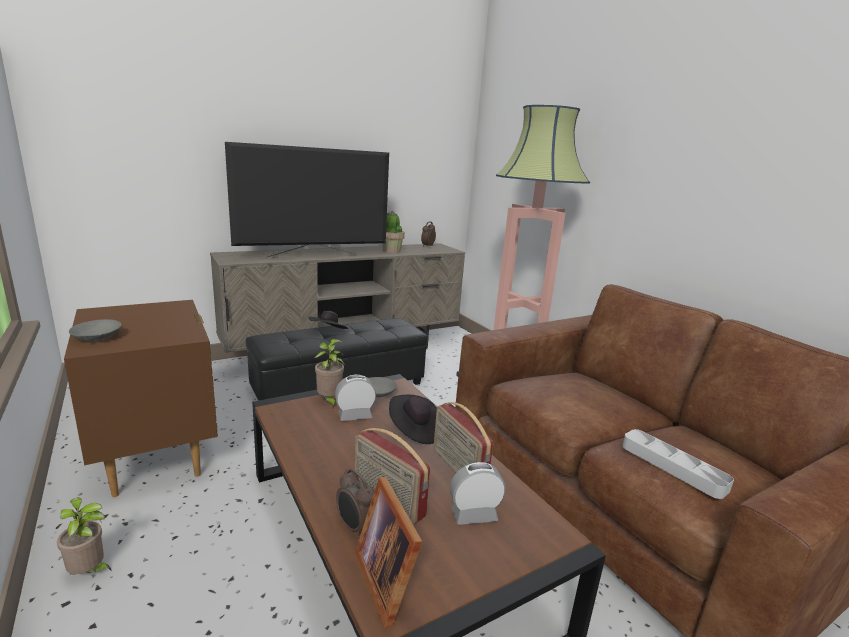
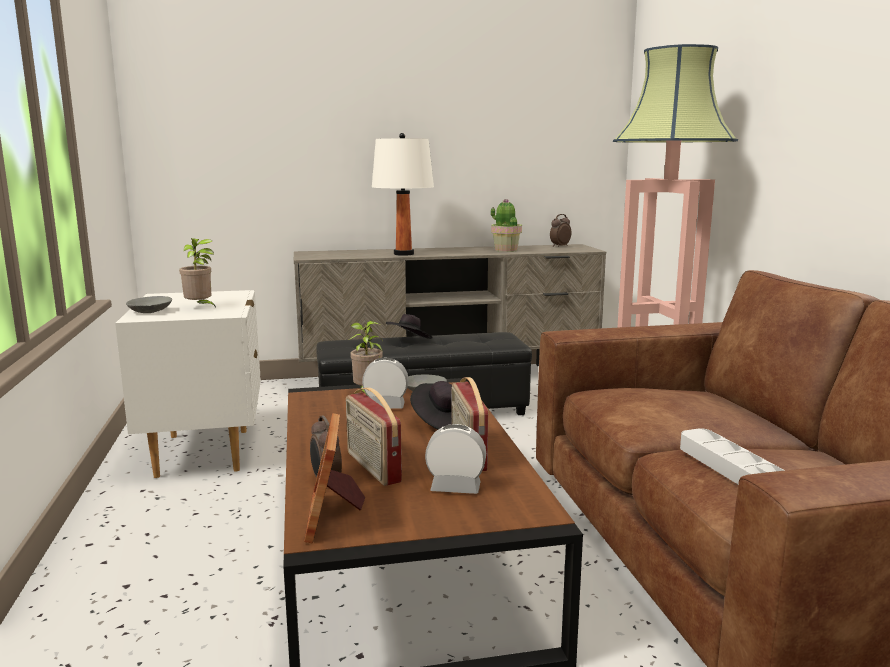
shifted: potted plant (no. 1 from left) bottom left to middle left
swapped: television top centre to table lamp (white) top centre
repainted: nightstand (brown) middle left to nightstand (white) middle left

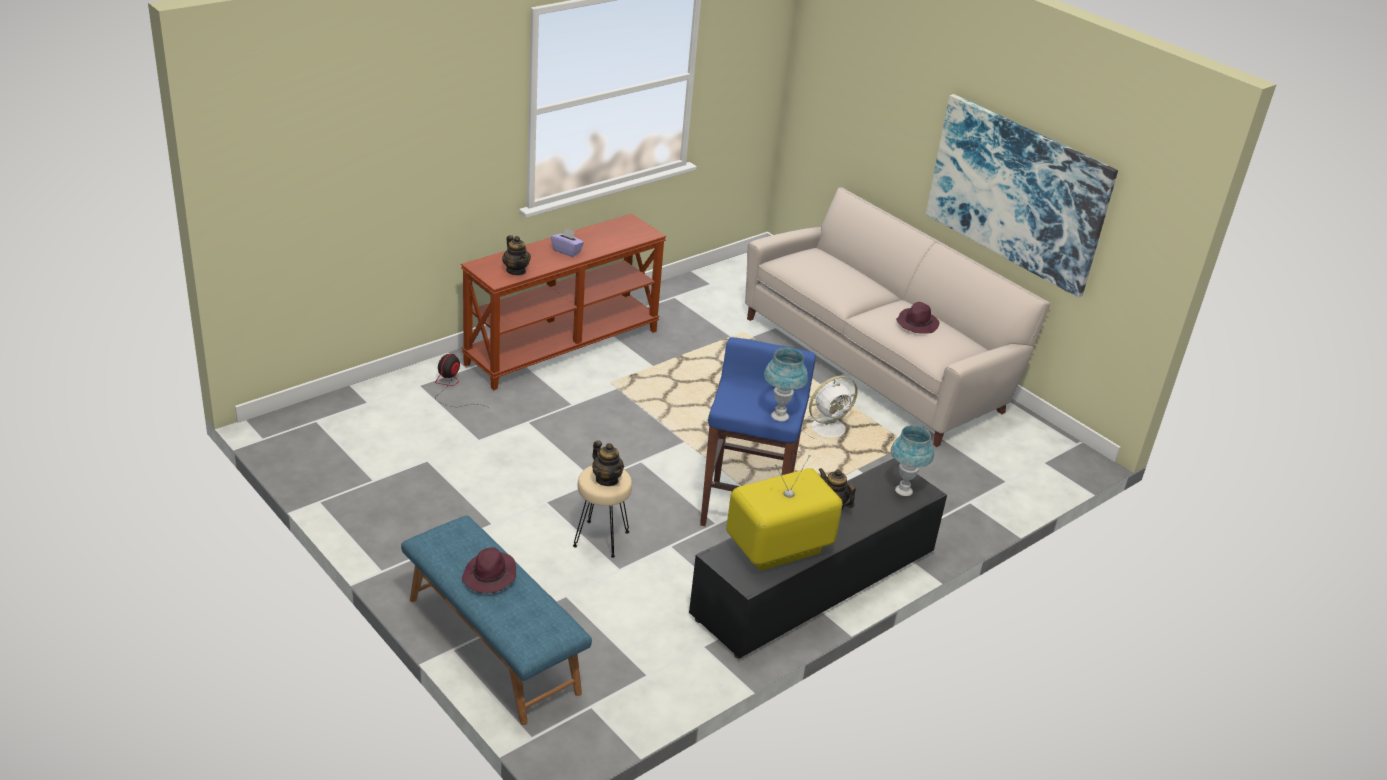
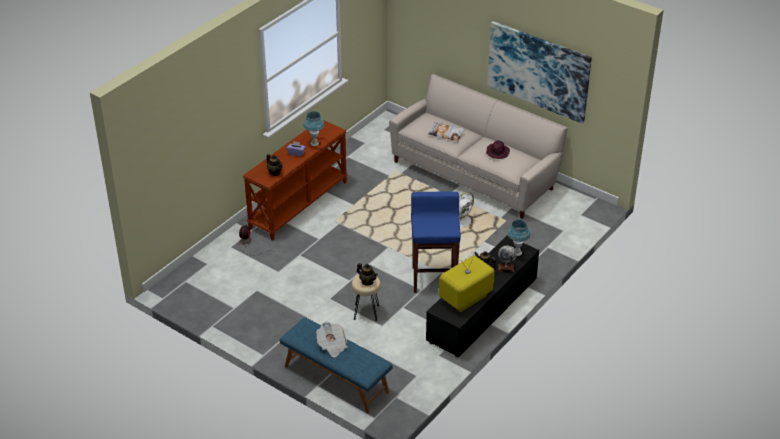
new: pillow top centre; globe centre
shifted: table lamp (blue) (no. 1 from left) centre to top centre
swapped: hat (purple) (no. 1 from left) bottom centre to newspaper bottom centre

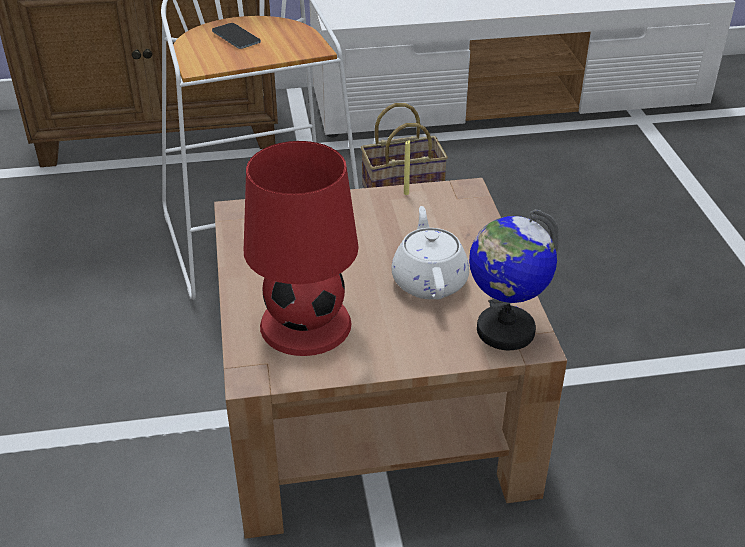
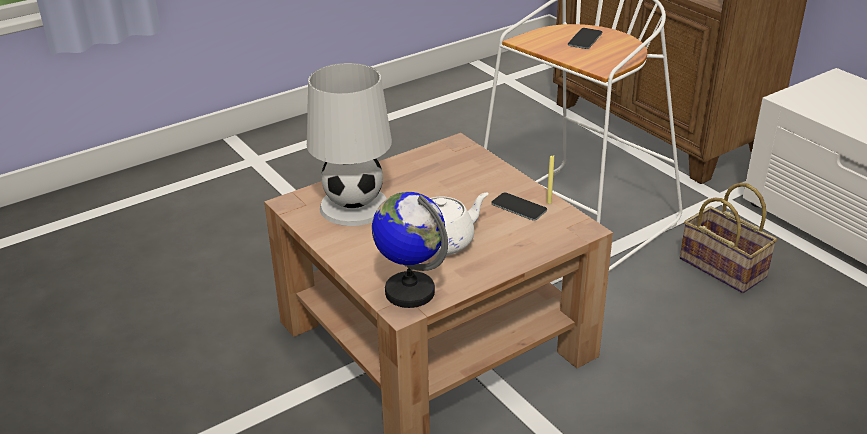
new: phone (no. 1 from left) centre
repainted: table lamp (red) centre to table lamp (white) top centre

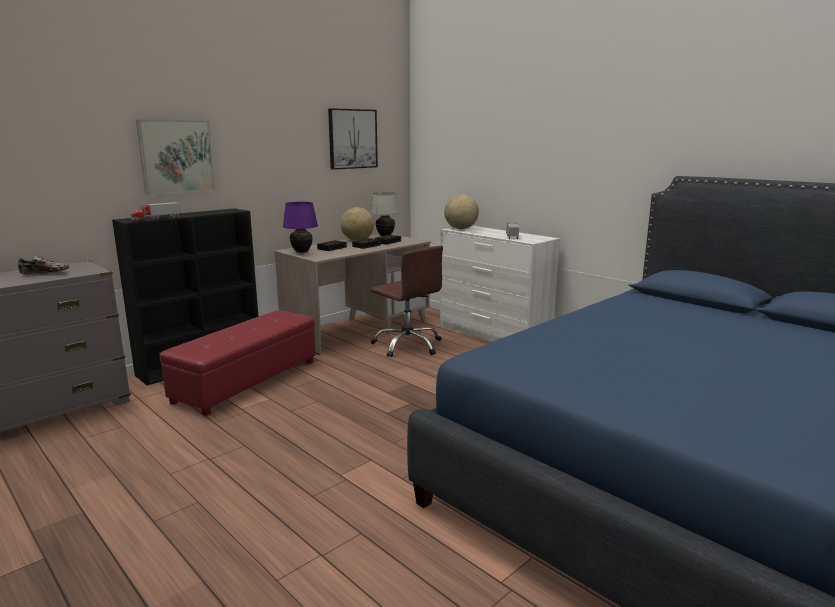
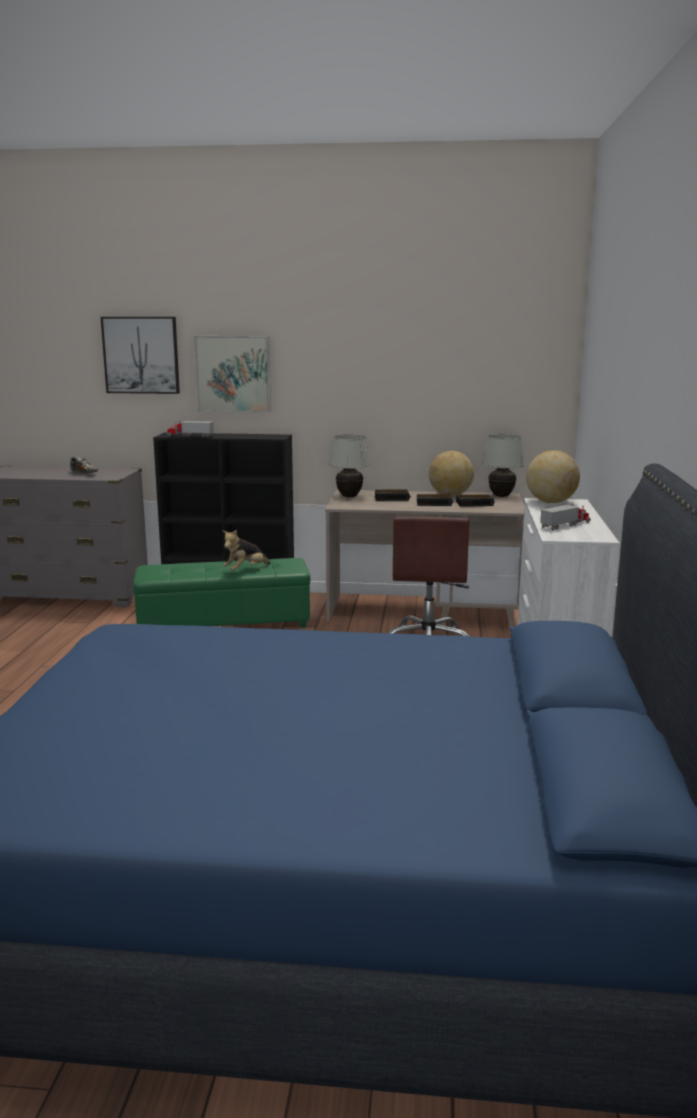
new: plush toy centre
shifted: picture (no. 2 from left in the first image) top centre to picture (no. 1 from left) top left
repainted: ottoman (red) middle left to ottoman (green) middle left; table lamp (purple) centre to table lamp (white) (no. 1 from left) centre

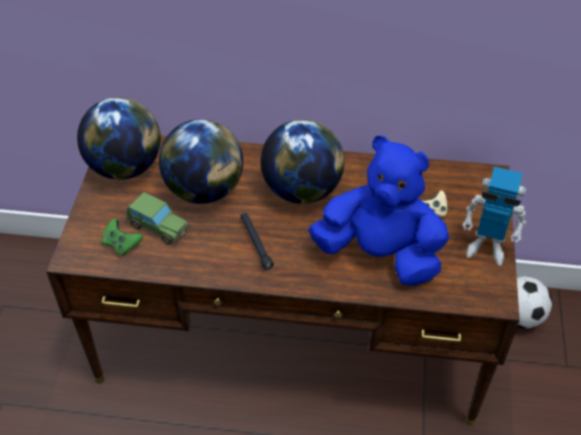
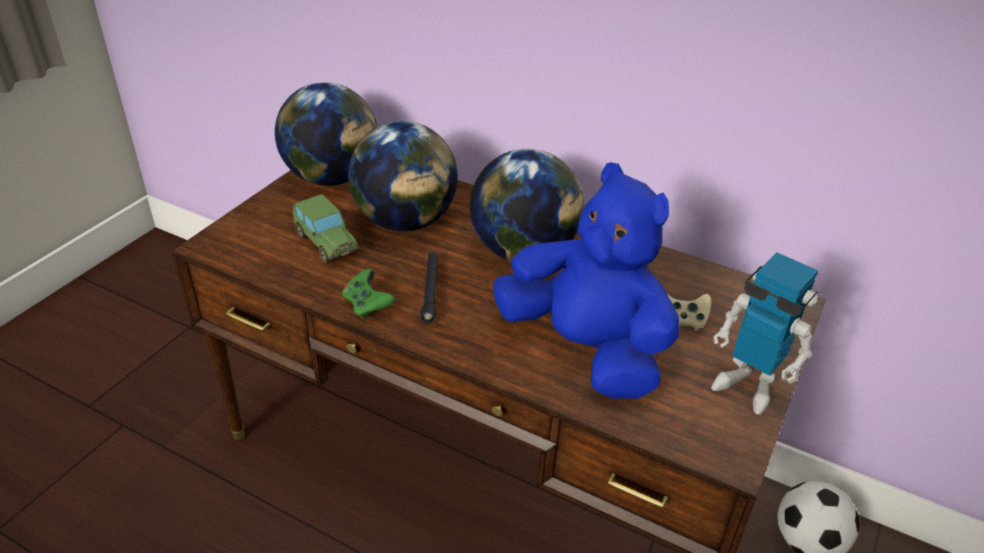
shifted: game controller (green) middle left to centre

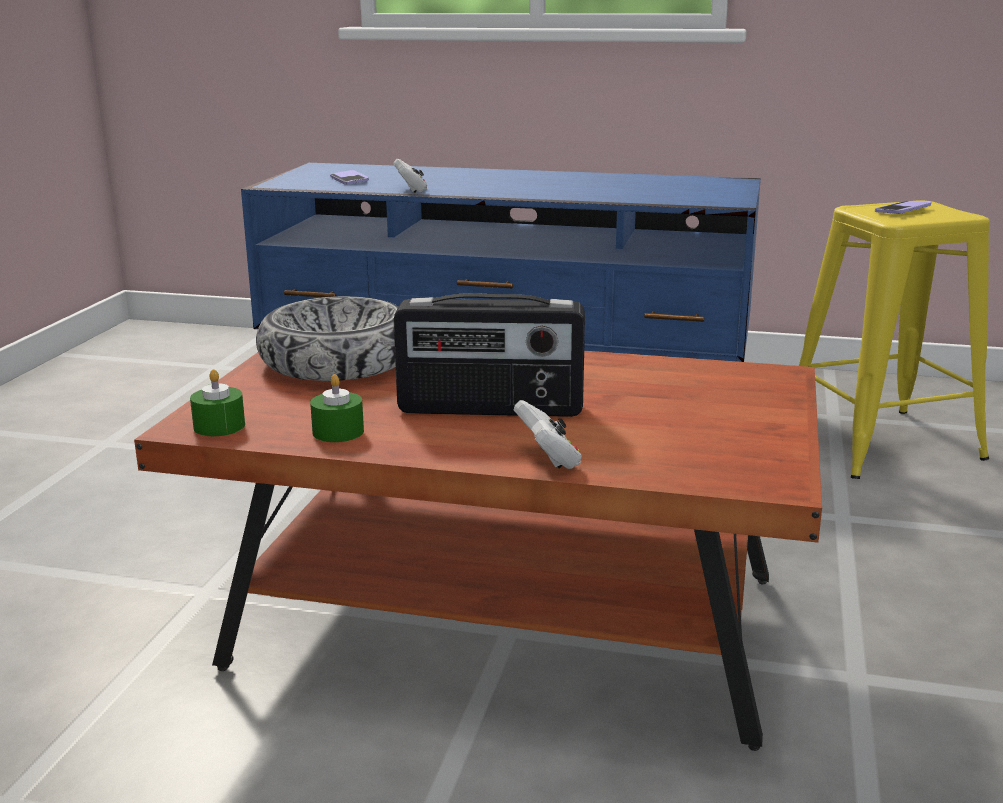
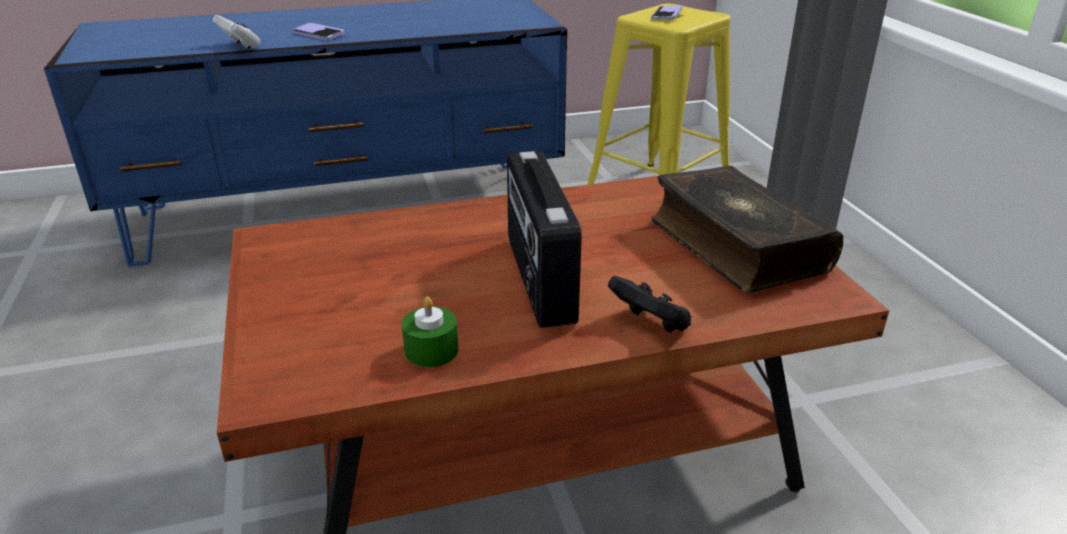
gone: candle (green) (no. 1 from left) middle left; bowl middle left
new: book middle right
shifted: phone (no. 1 from left) top centre to top left
repainted: game controller (white) (no. 2 from left) centre to game controller (black) centre
rotated: radio centre = centre 105 degrees clockwise

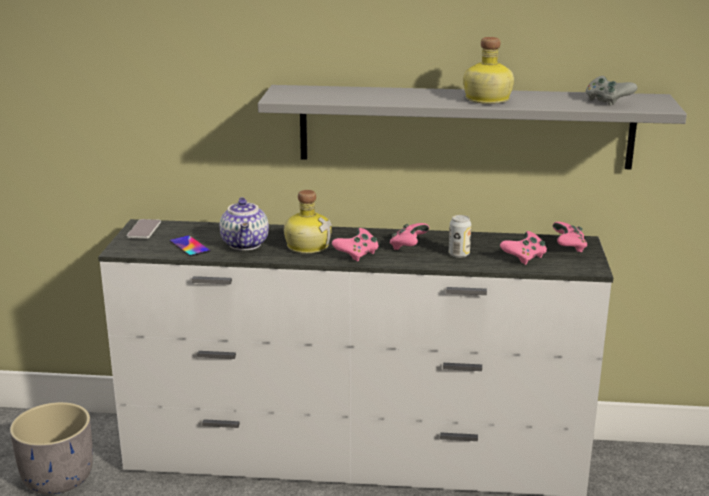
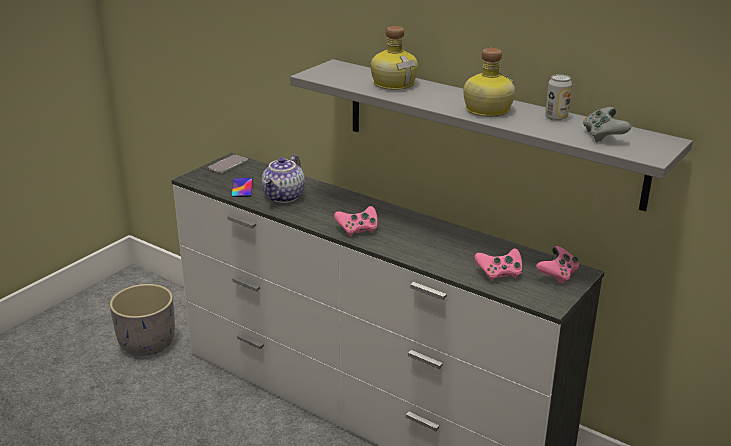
gone: game controller (pink) (no. 2 from left) centre
shifted: bottle (no. 1 from left) centre to top centre; can centre to top right

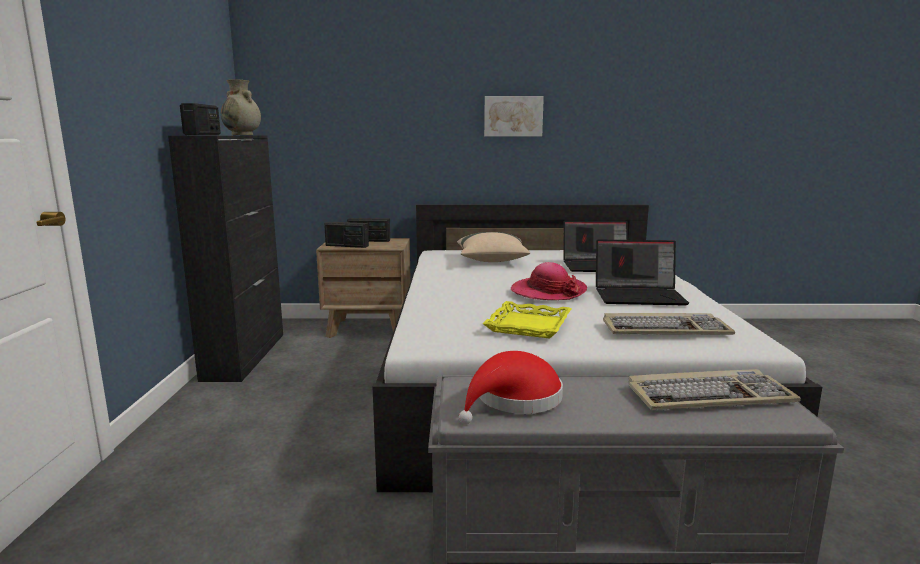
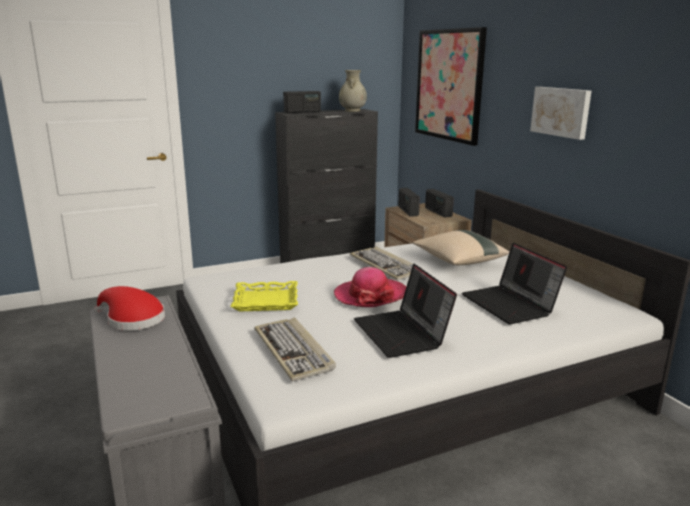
new: picture (no. 1 from left) top centre
shifted: keyboard (no. 2 from left) bottom right to centre

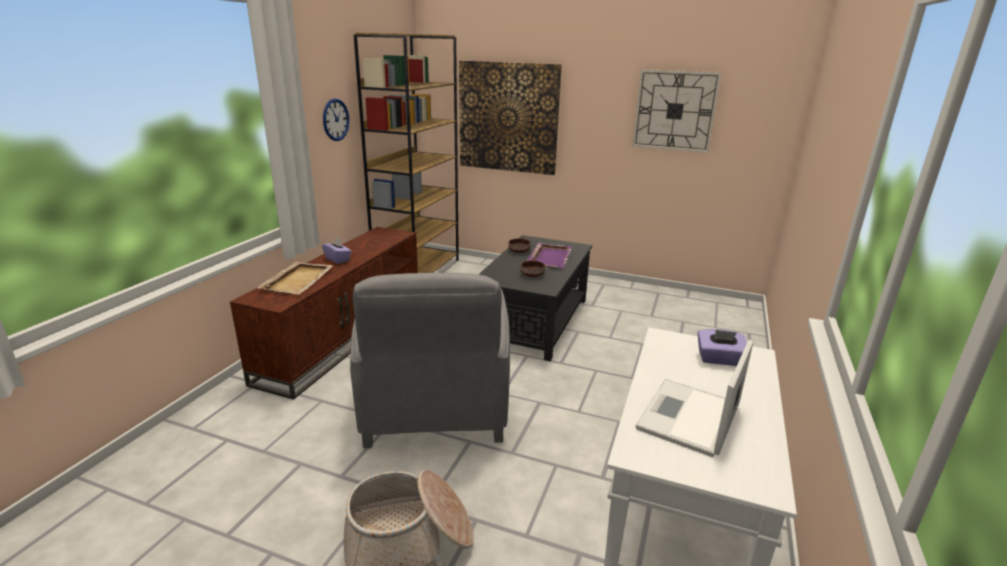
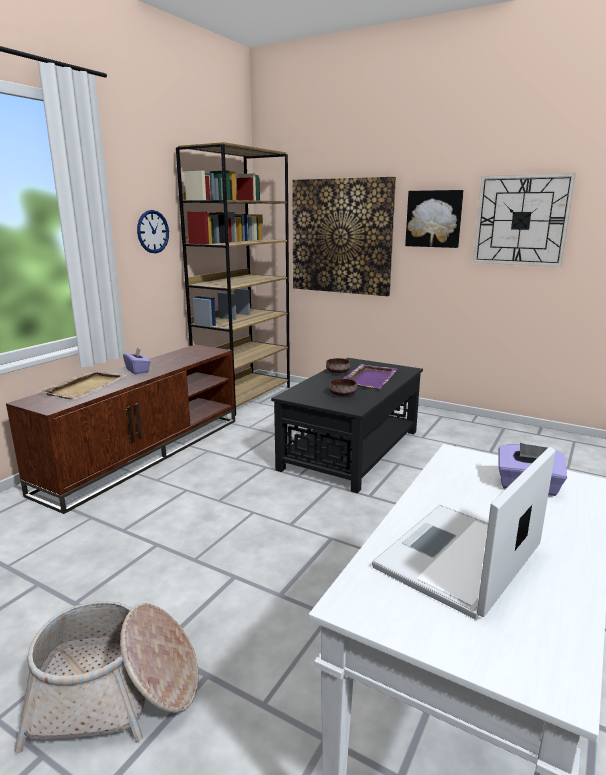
gone: armchair (grey) centre
new: picture (no. 2 from left) top right

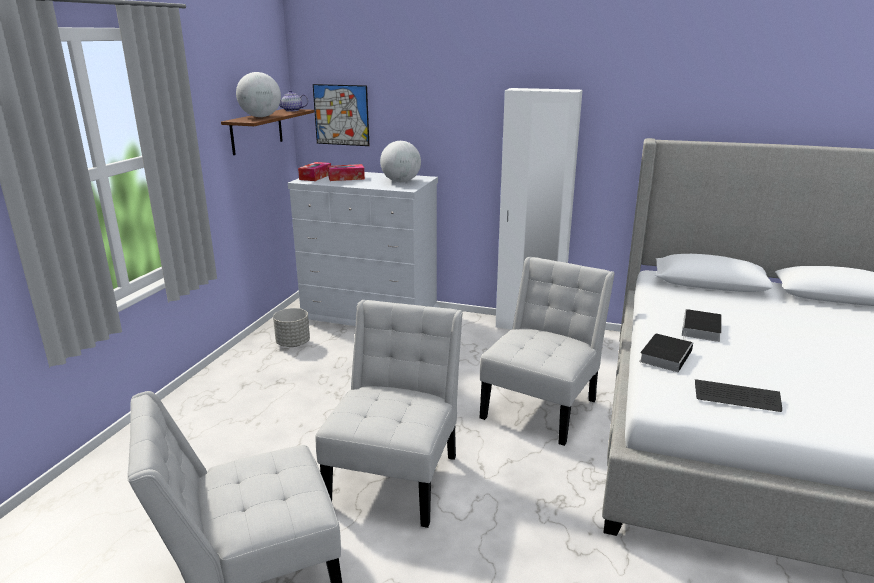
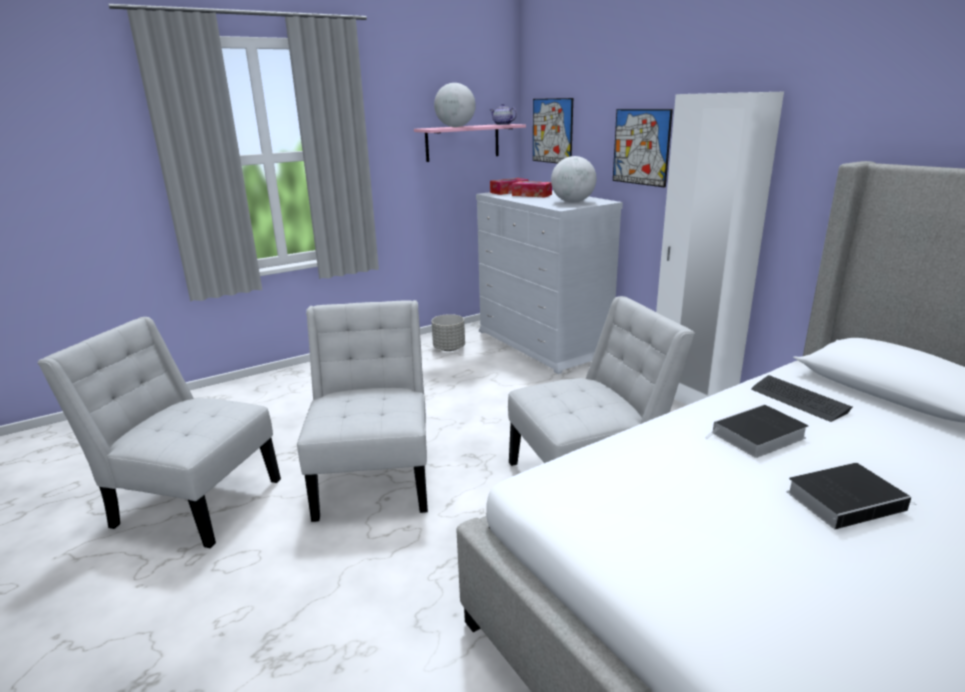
new: picture (no. 2 from left) top centre
shifted: book (no. 1 from left in the first image) middle right to book (no. 2 from left) bottom right; keyboard bottom right to middle right
repainted: shelf (brown) top left to shelf (pink) top centre
rotated: chair (white) (no. 2 from left) bottom centre = centre 60 degrees counterclockwise

